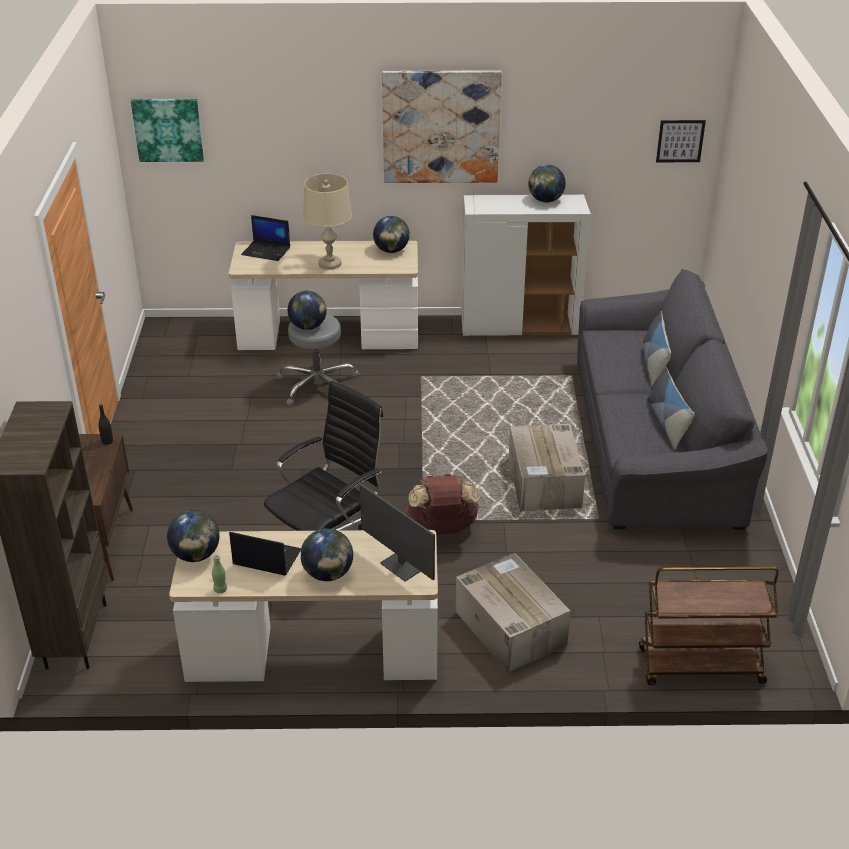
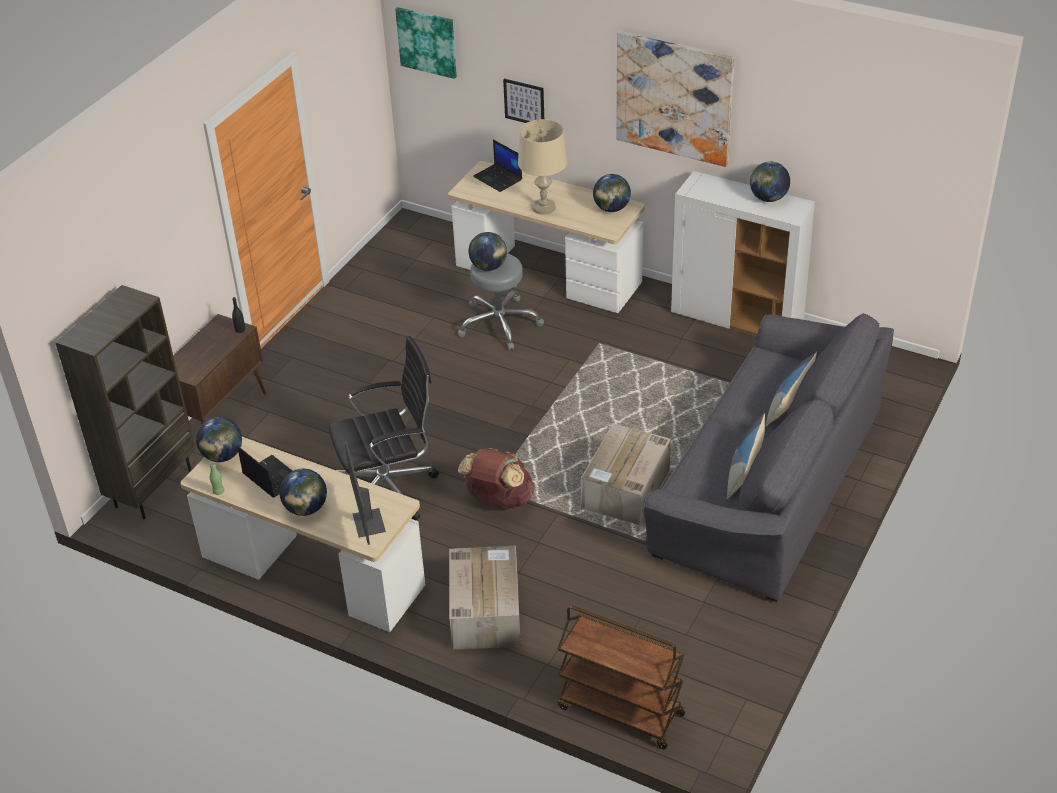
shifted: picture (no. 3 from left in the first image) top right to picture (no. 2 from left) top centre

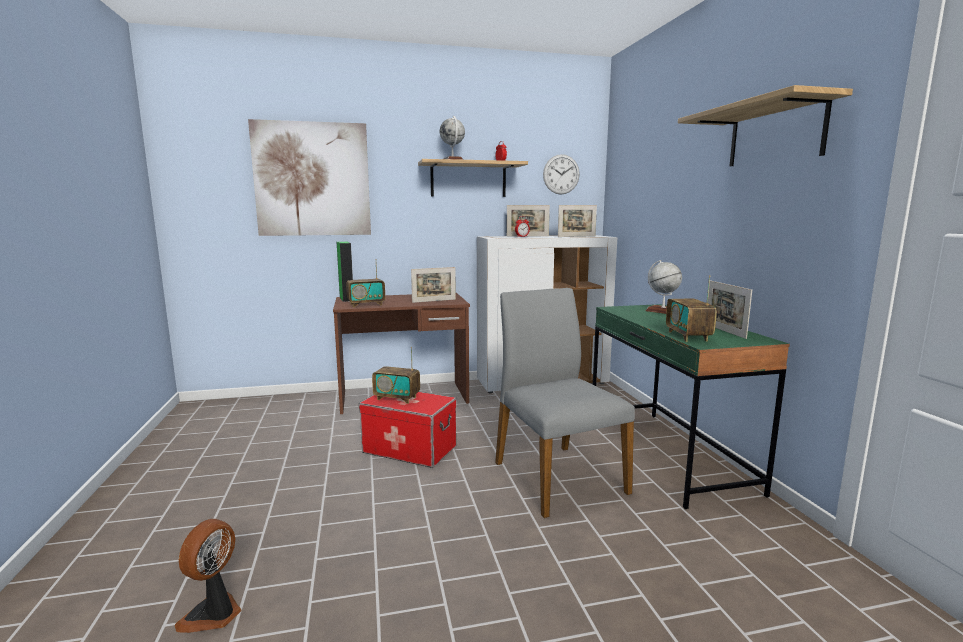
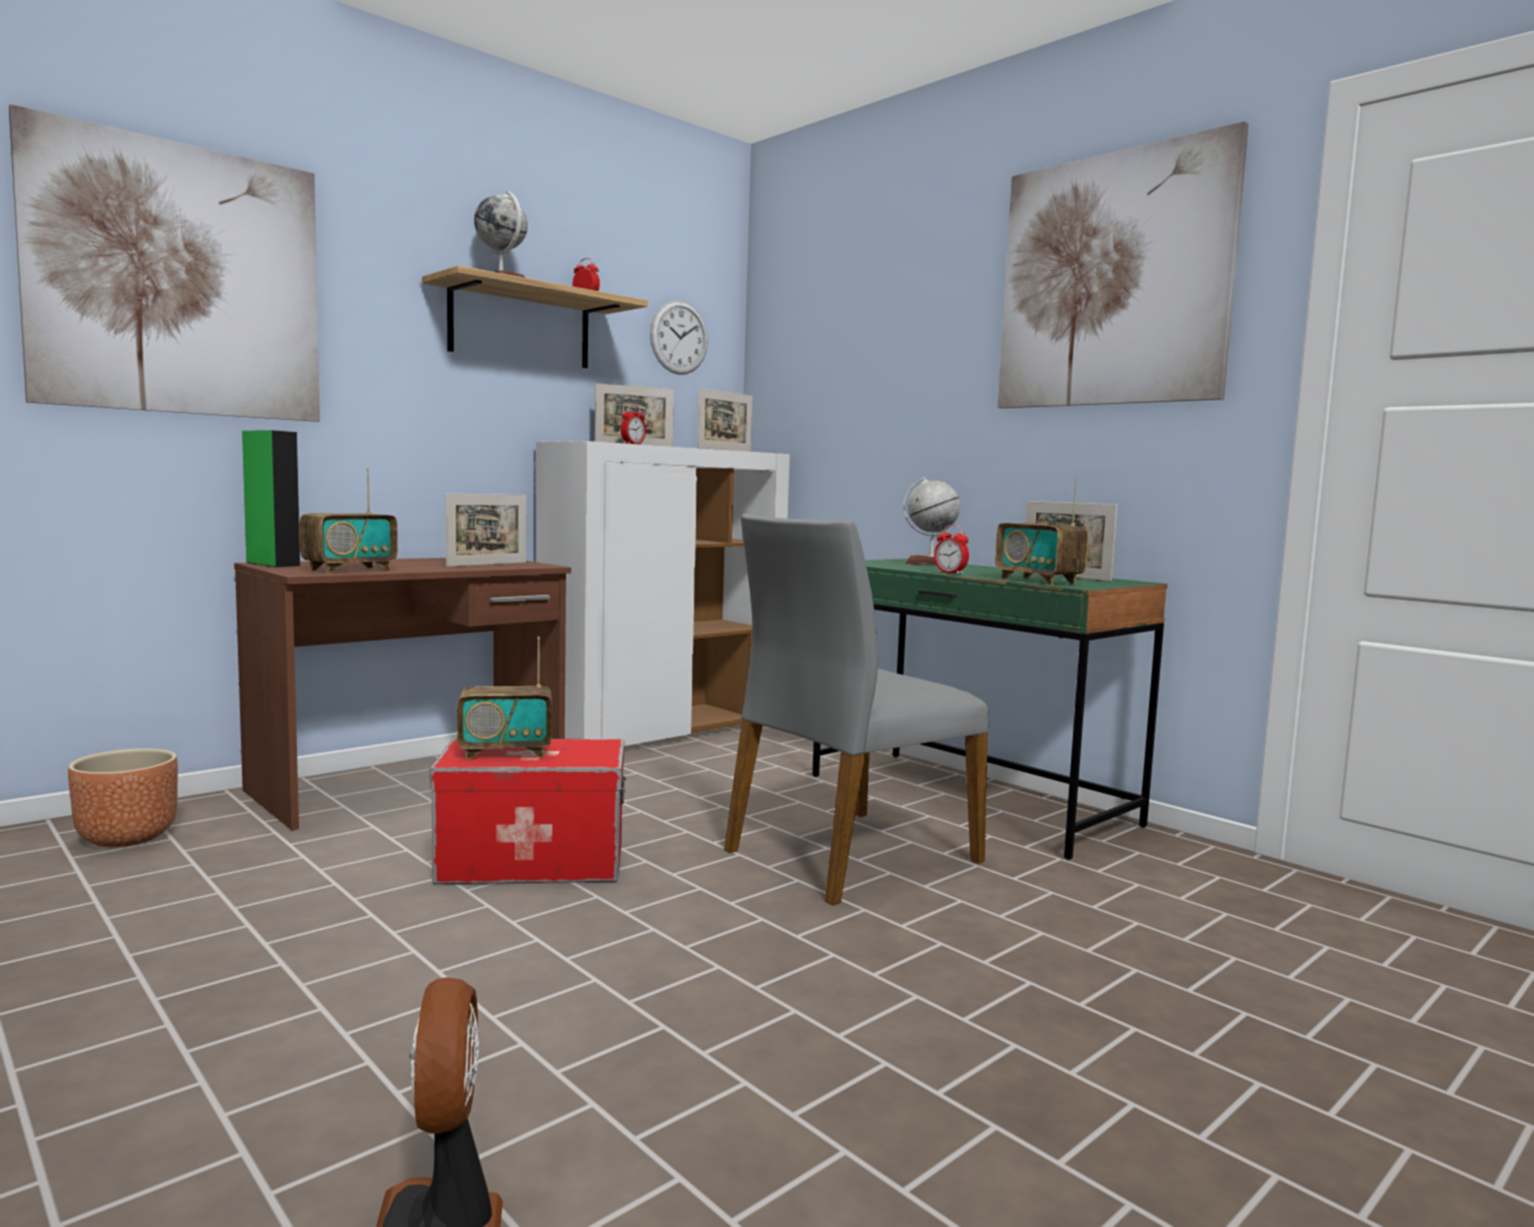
new: planter (brown) middle left; alarm clock (no. 3 from left) centre
swapped: shelf (no. 2 from left) top right to picture (no. 2 from left) top right
rotated: chair (grey) centre = centre 75 degrees counterclockwise

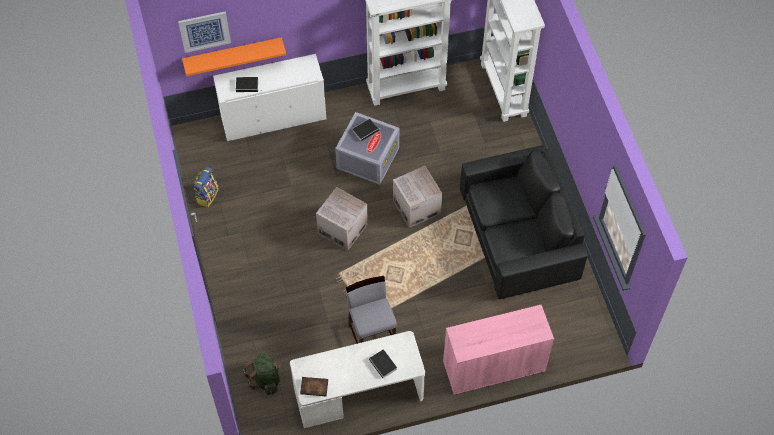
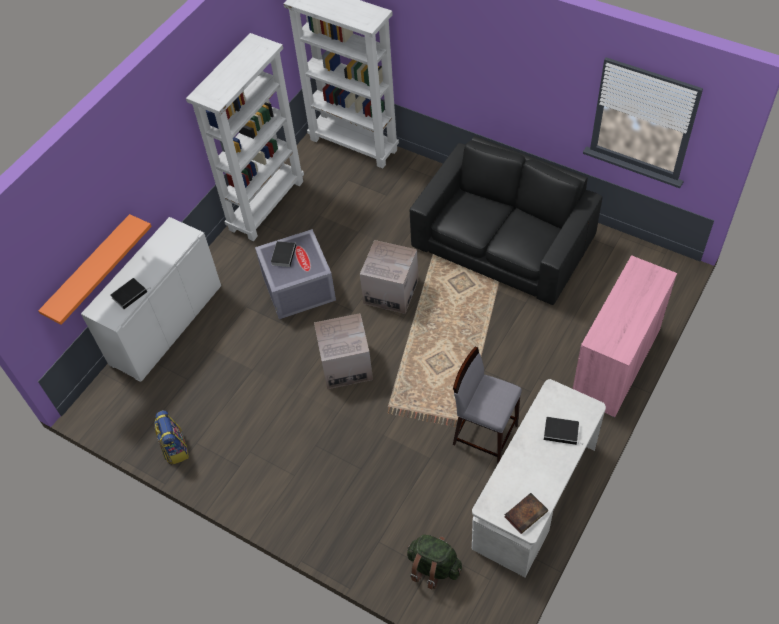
gone: picture top left

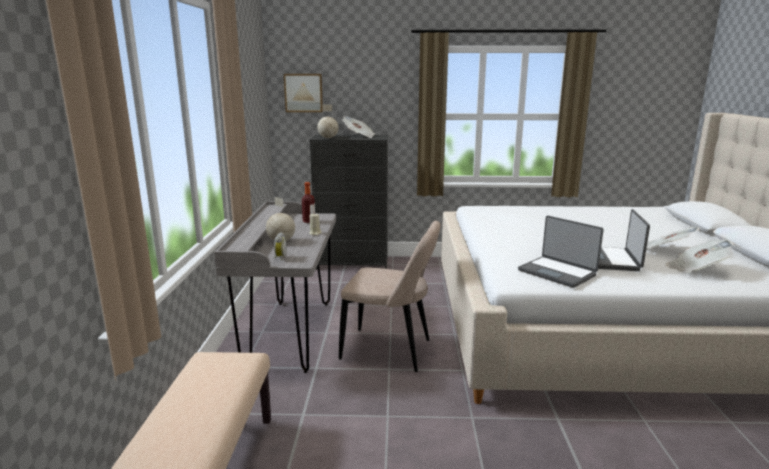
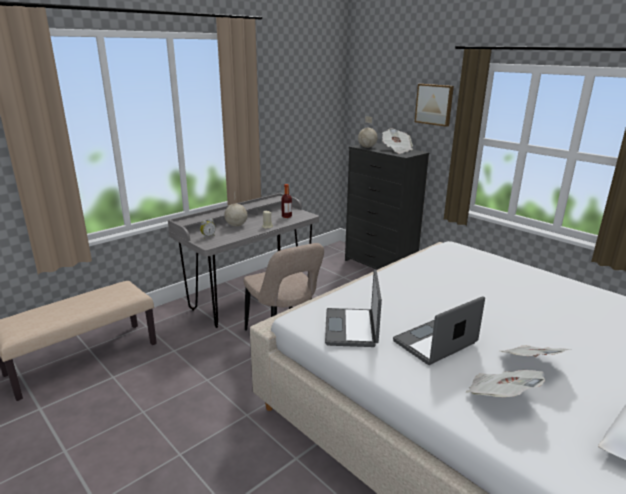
shifted: picture top centre to top right

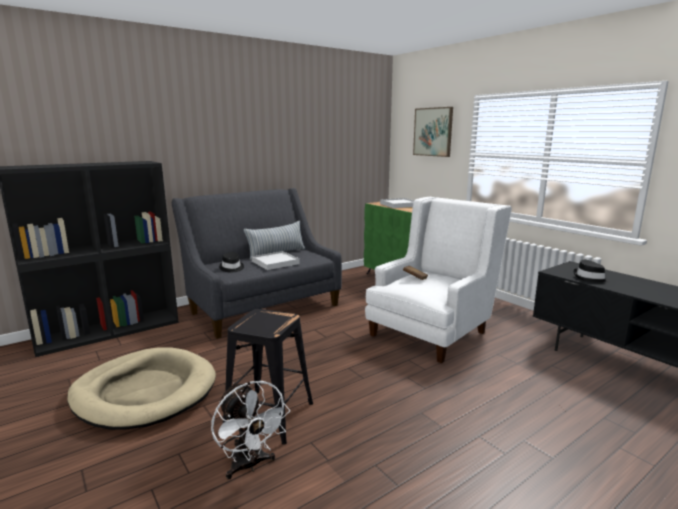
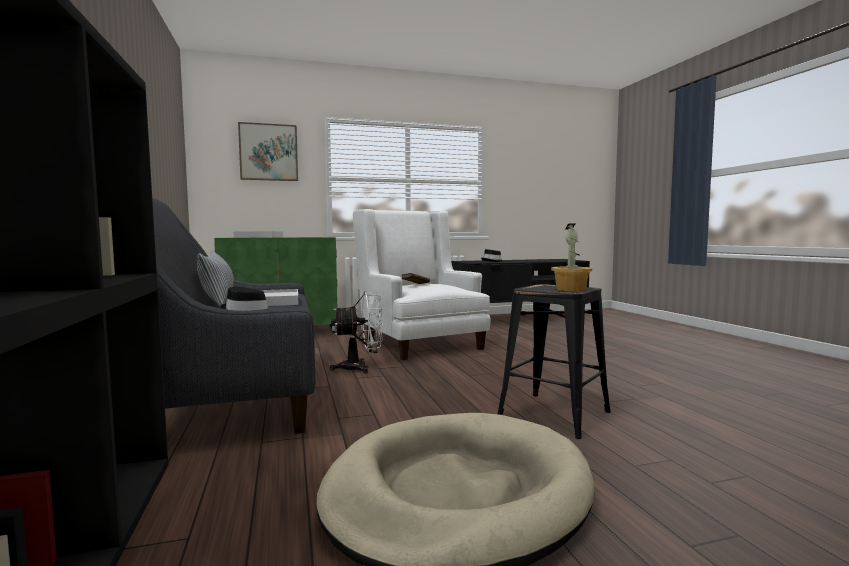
new: potted plant middle right
shifted: fan (white) bottom centre to centre

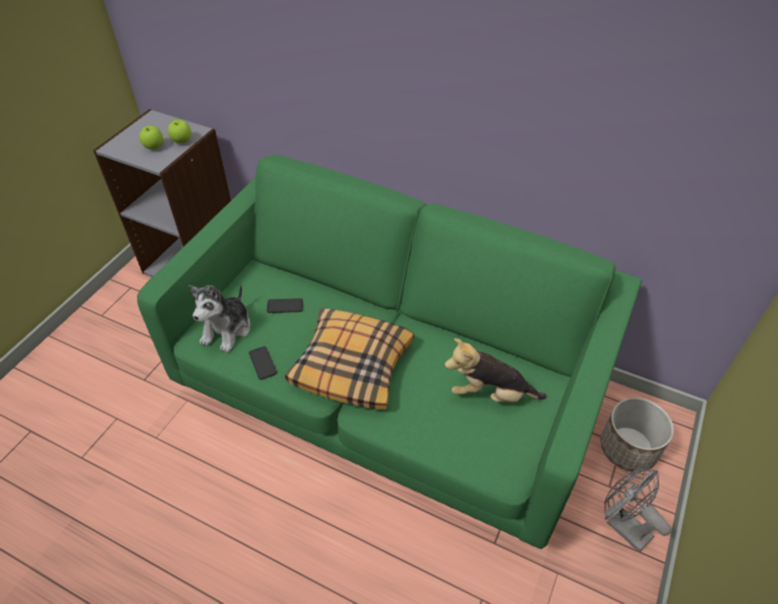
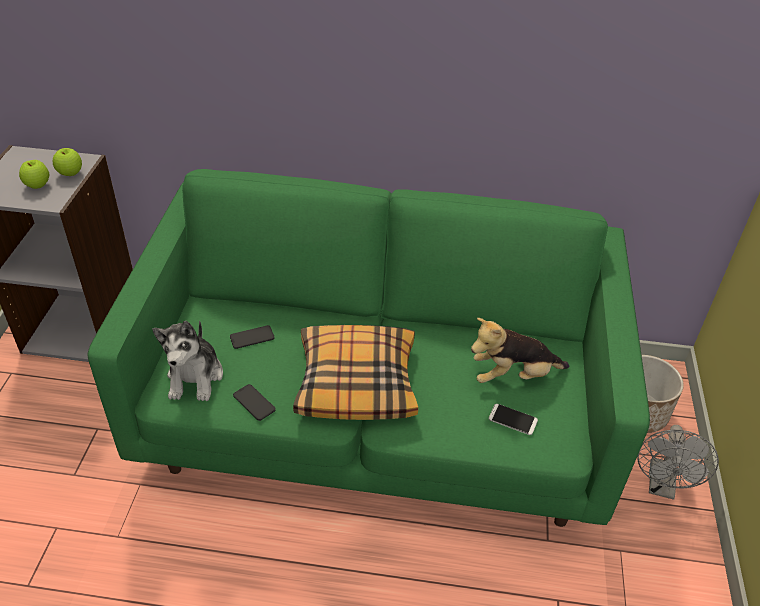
new: phone (no. 3 from left) bottom right
rotated: fan (grey) bottom right = bottom right 105 degrees counterclockwise

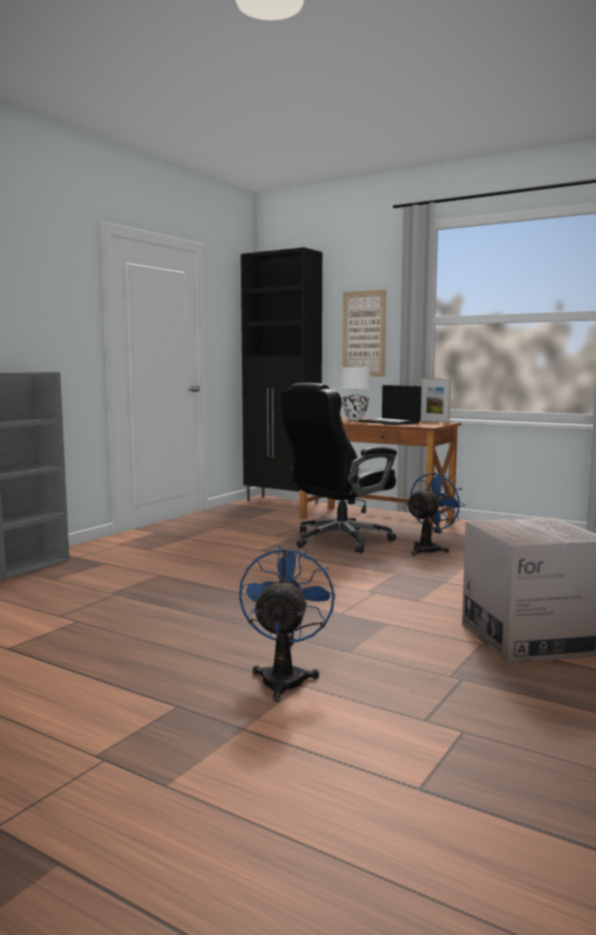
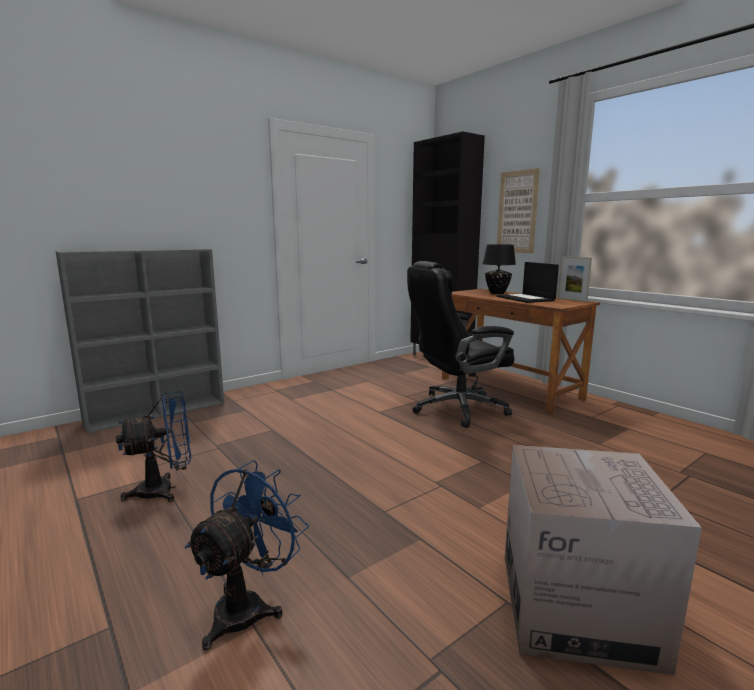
shifted: fan (blue) (no. 2 from left in the first image) middle right to fan (blue) (no. 1 from left) middle left
repainted: table lamp (white) centre to table lamp (black) centre

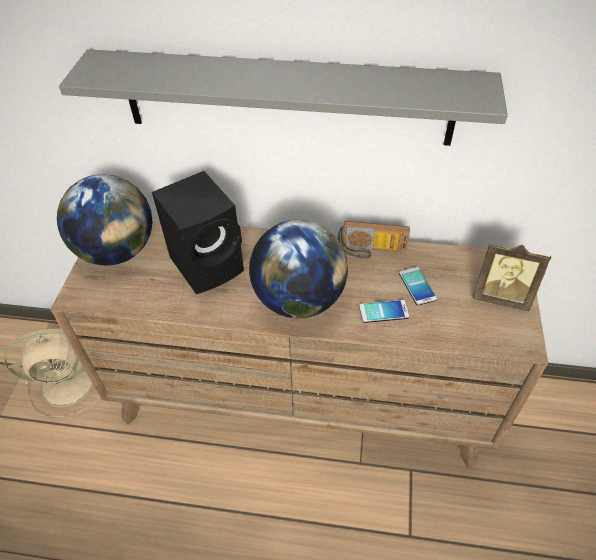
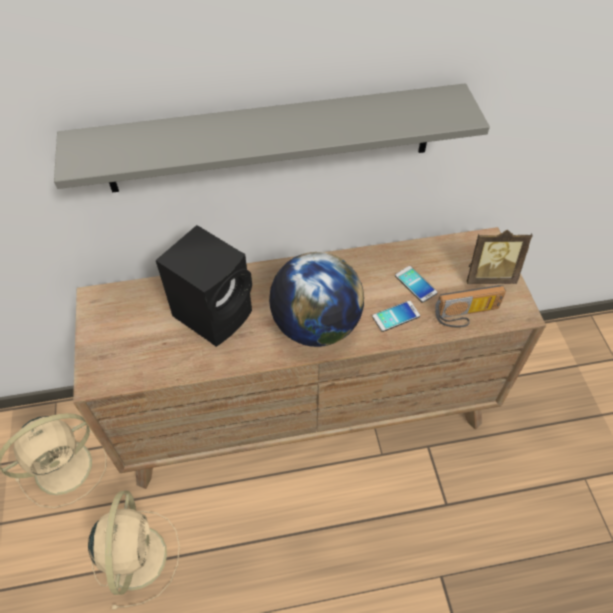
gone: globe (no. 1 from left) middle left
new: fan (beige) (no. 2 from left) bottom left
shifted: radio centre to middle right

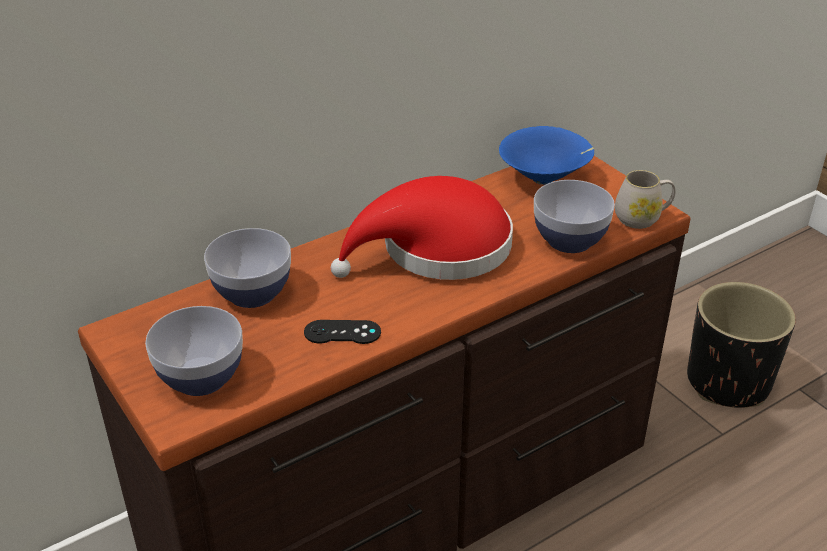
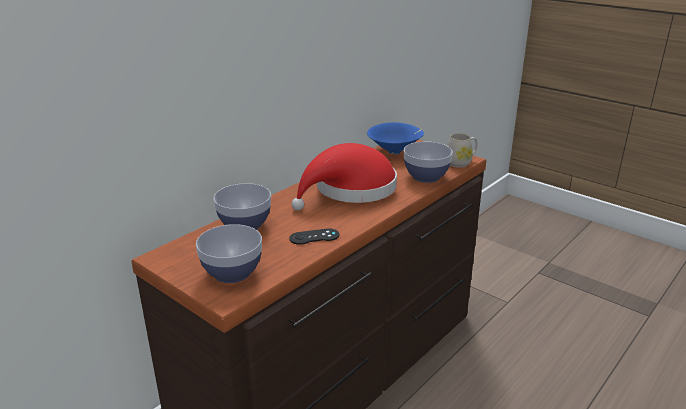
gone: planter (black) middle right

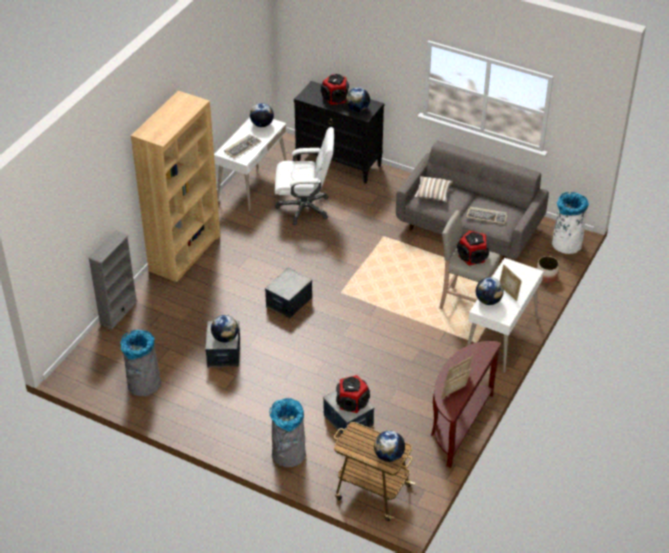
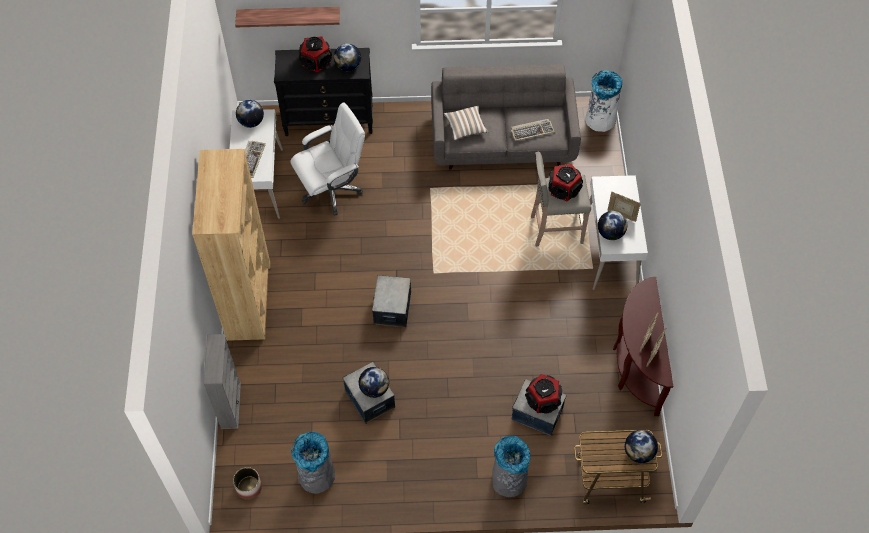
new: shelf top left
shifted: planter middle right to bottom left

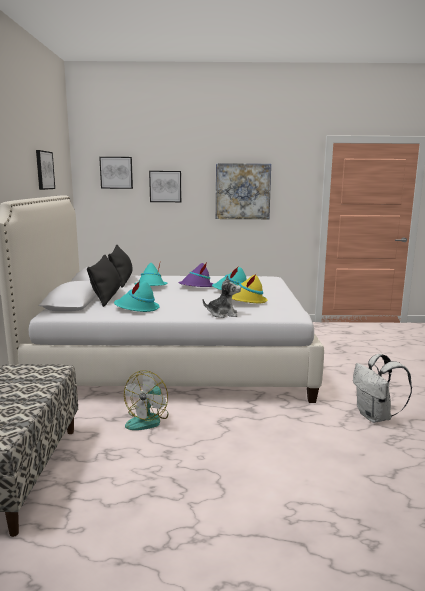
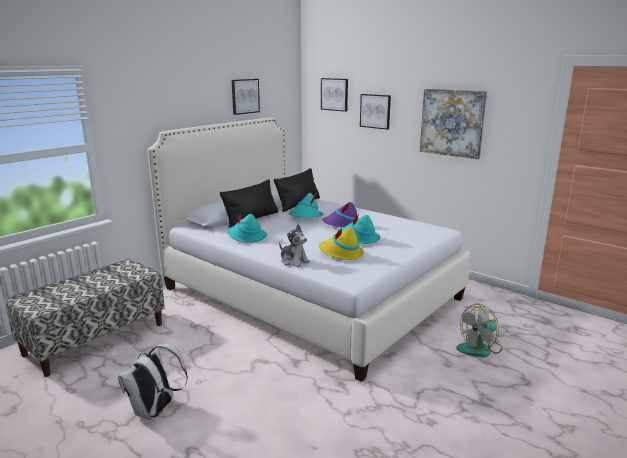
shifted: fan bottom centre to bottom right; backpack (white) middle right to bottom left

